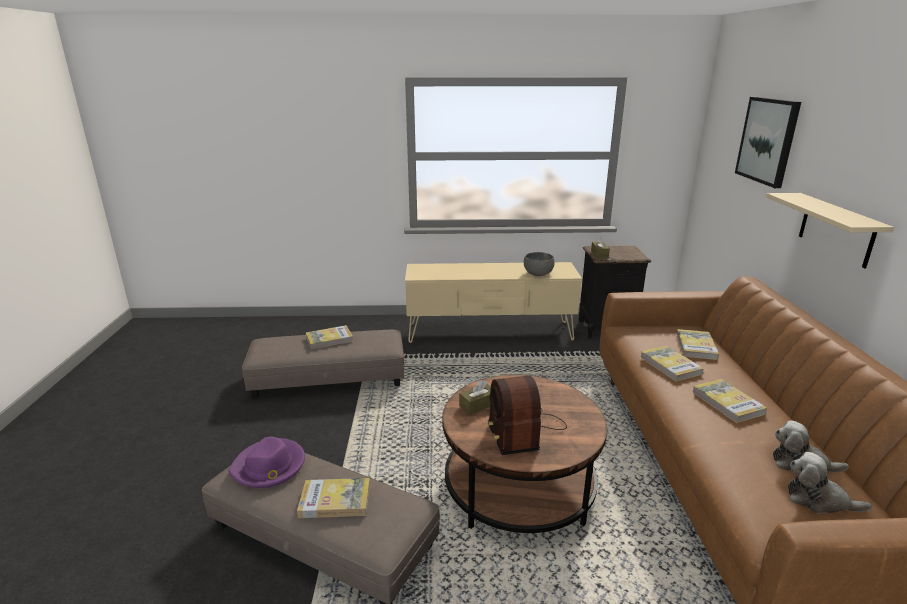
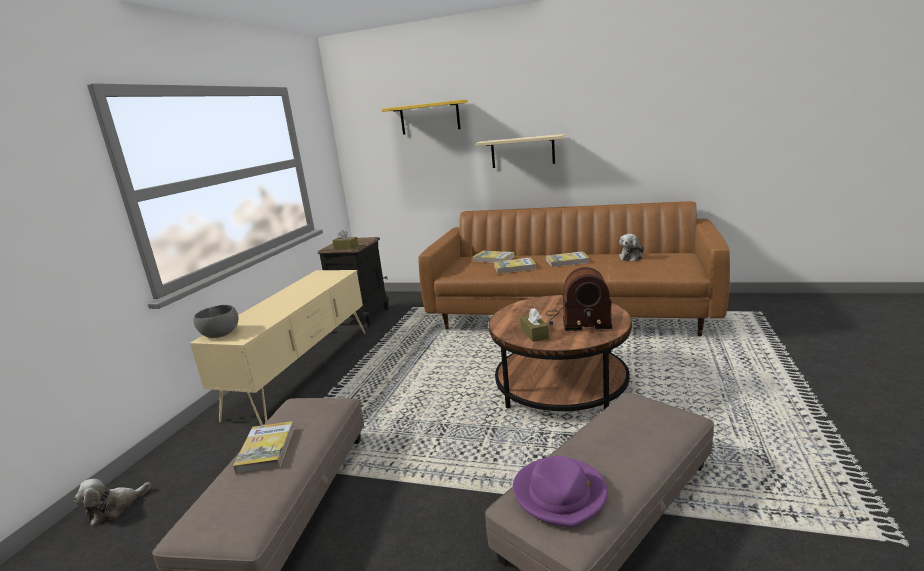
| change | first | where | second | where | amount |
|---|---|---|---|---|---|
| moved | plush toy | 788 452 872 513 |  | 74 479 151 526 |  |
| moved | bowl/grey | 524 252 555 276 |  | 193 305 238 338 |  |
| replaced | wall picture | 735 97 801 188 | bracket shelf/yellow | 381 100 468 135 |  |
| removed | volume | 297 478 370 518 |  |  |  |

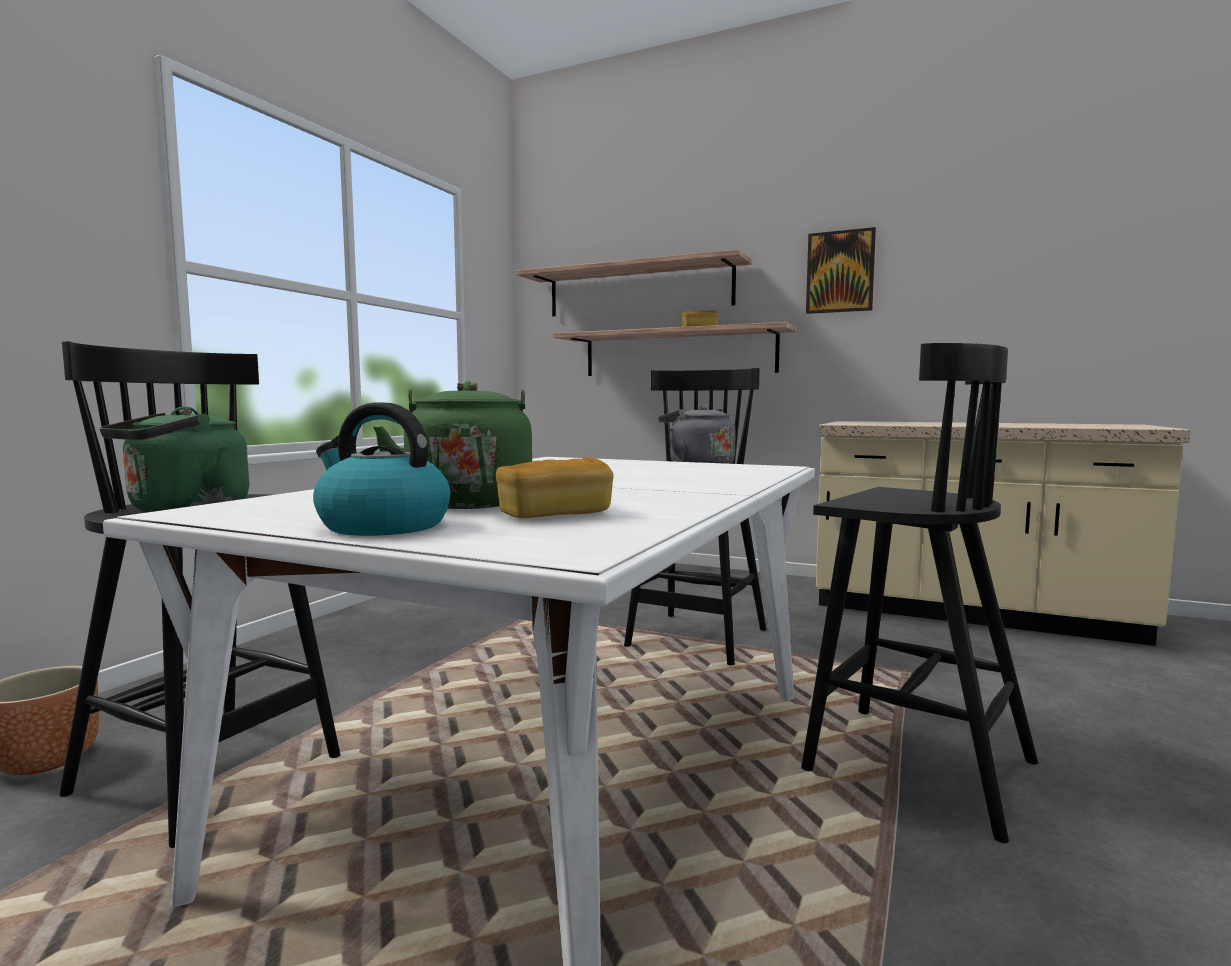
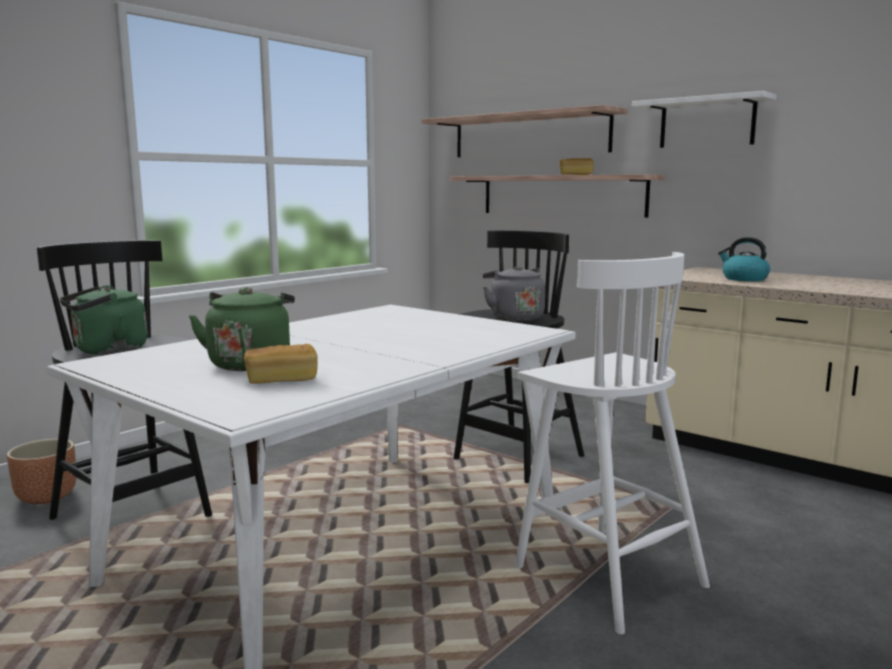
| change | first | where | second | where | amount |
|---|---|---|---|---|---|
| recoloured | sitting stool/black | 801 343 1038 843 | sitting stool/white-coloured | 515 252 710 634 |  |
| replaced | wall picture | 806 227 876 314 | bracket shelf/white-coloured | 632 91 777 148 |  |
| moved | water kettle | 313 402 450 536 |  | 718 237 770 281 |  |

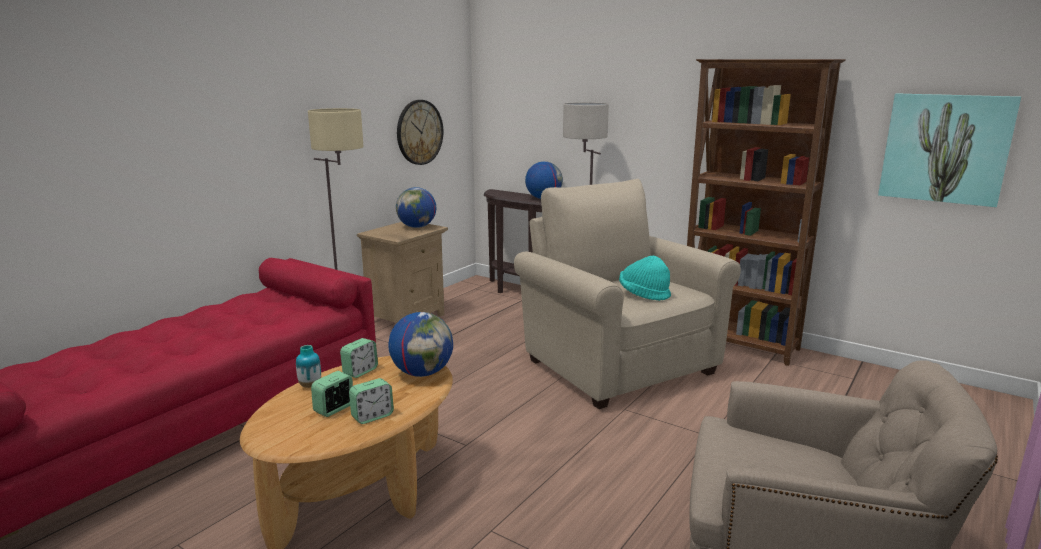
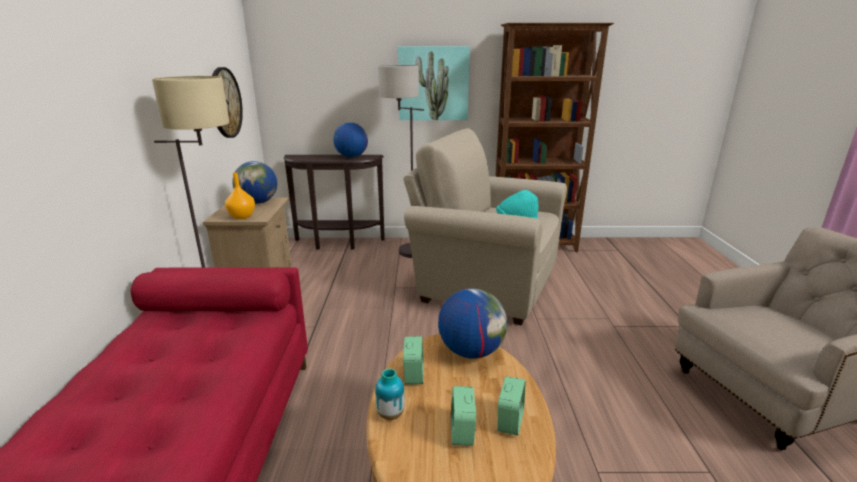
| change | first | where | second | where | amount |
|---|---|---|---|---|---|
| added |  |  | vase/orange | 225 172 255 219 |  |
| moved | wall picture | 878 93 1021 207 |  | 398 46 470 120 |  |

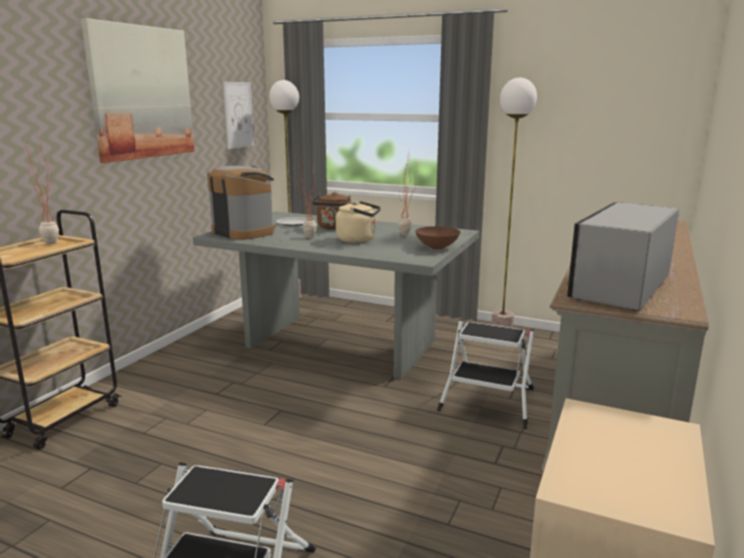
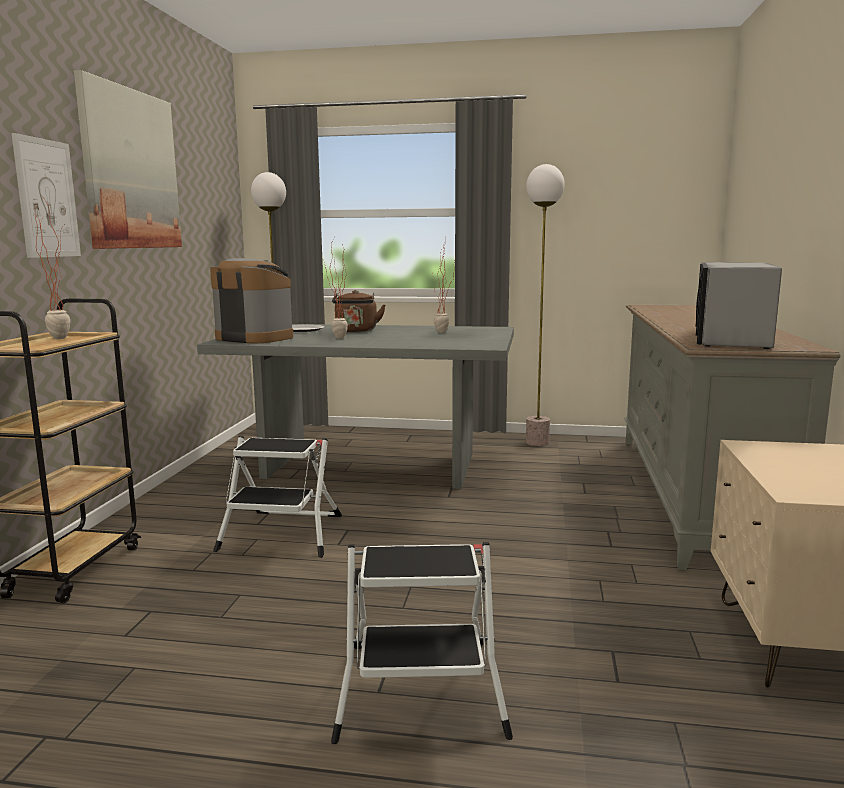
| change | first | where | second | where | amount |
|---|---|---|---|---|---|
| moved | wall picture | 223 82 254 149 |  | 12 133 81 258 |  |
| moved | stepladder | 437 319 534 429 |  | 213 436 342 558 |  |
| removed | water kettle/beige-coloured | 336 201 381 243 |  |  |  |
| removed | bowl/brown | 415 226 460 249 |  |  |  |

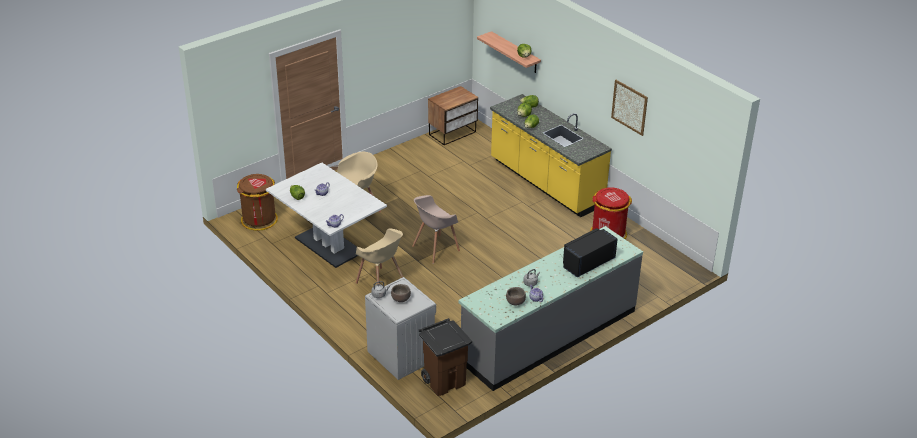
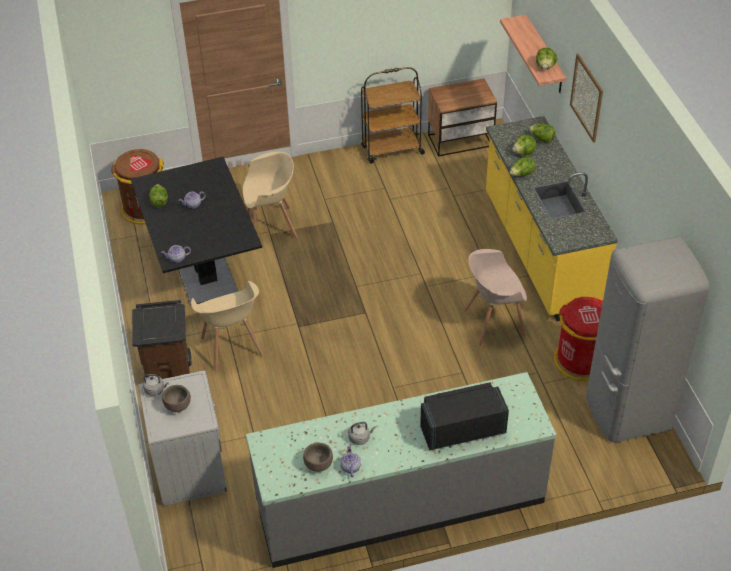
| change | first | where | second | where | amount |
|---|---|---|---|---|---|
| recoloured | kitchen table/white-coloured | 266 163 387 268 | kitchen table/black | 131 157 262 307 |  |
| moved | rubbish bin/brown | 419 318 472 396 |  | 132 300 192 379 |  |
| added |  |  | wheeled cart/brown | 361 67 425 164 |  |
| moved | chair/beige-coloured | 412 195 460 264 |  | 464 249 527 346 |  |
| moved | wall picture | 611 80 648 136 |  | 570 54 603 143 |  |
| added |  |  | kitchen fridge/grey | 586 236 709 443 |  |

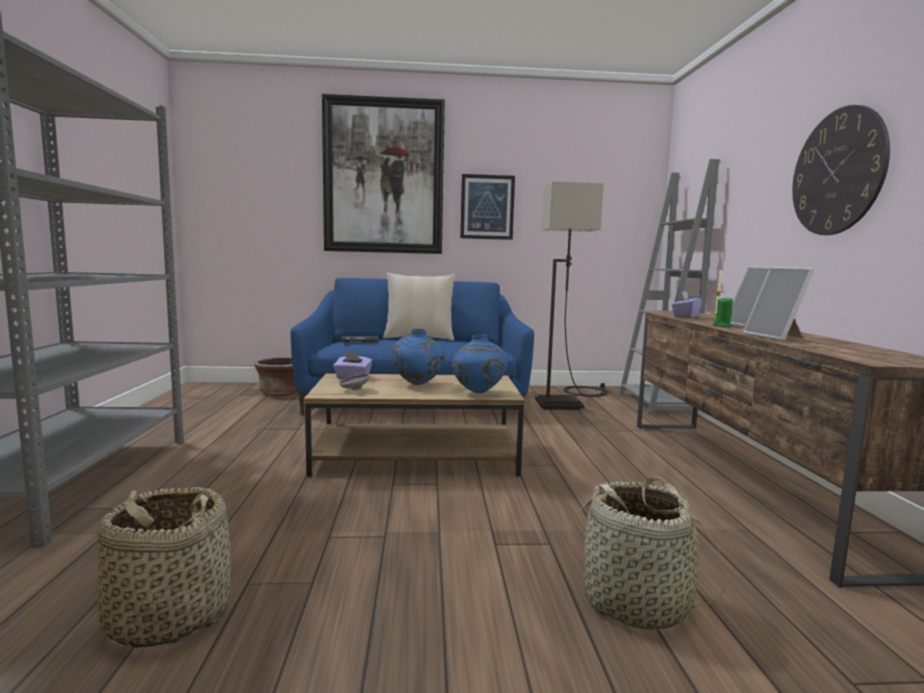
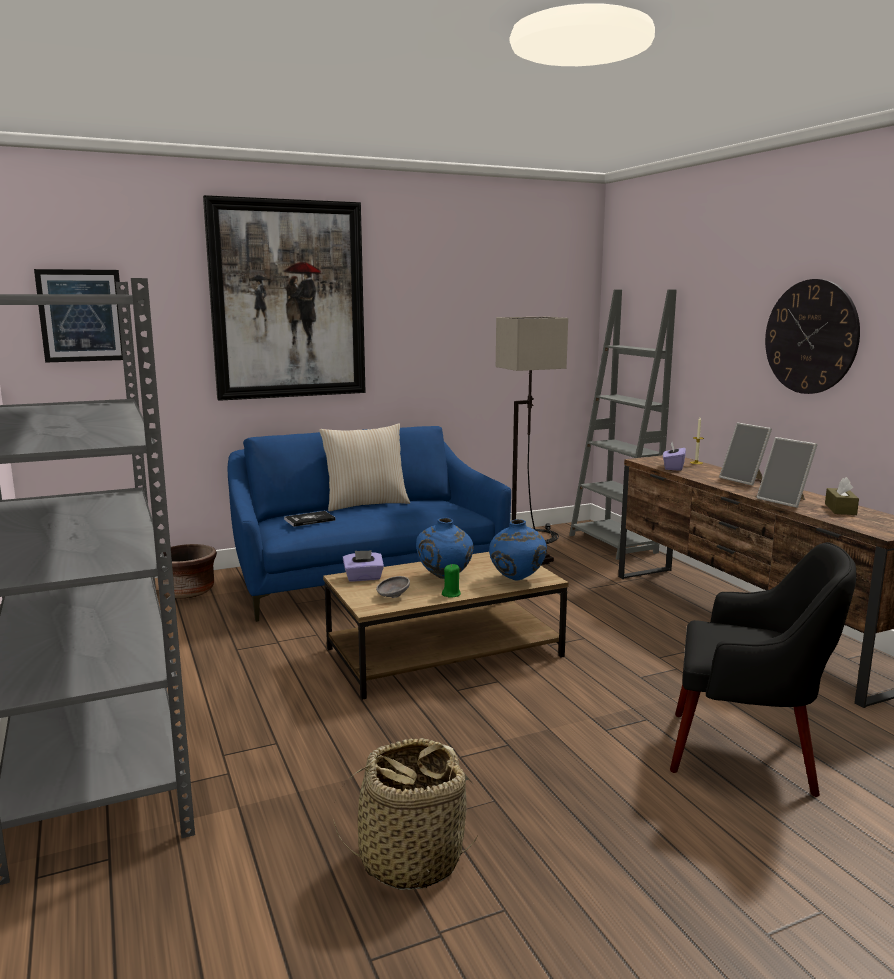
| change | first | where | second | where | amount |
|---|---|---|---|---|---|
| moved | wall picture | 460 174 515 240 |  | 34 269 127 363 |  |
| moved | candle/green | 713 296 733 327 |  | 442 564 461 598 |  |
| replaced | basket | 573 477 727 630 | easy chair/black | 670 542 856 797 |  |
| added |  |  | tissue holder/brown | 825 477 859 515 |  |

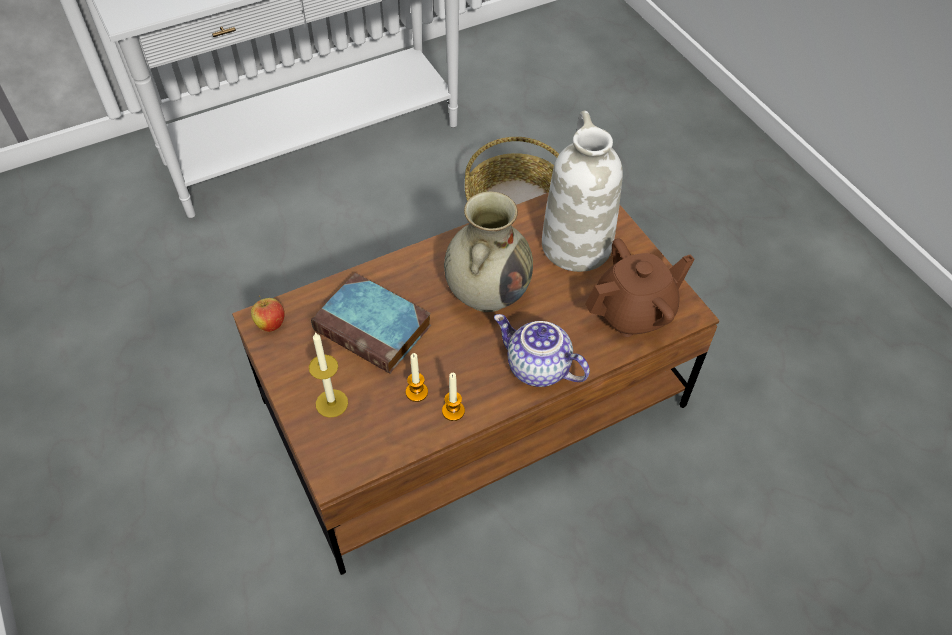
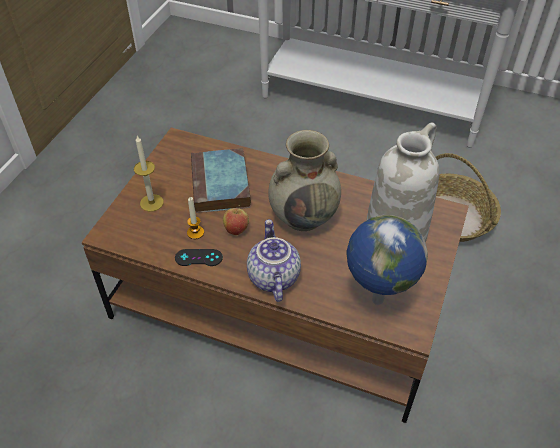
| change | first | where | second | where | amount |
|---|---|---|---|---|---|
| replaced | candle | 442 373 465 421 | gamepad/black | 175 249 223 266 |  |
| moved | apple | 251 296 285 332 |  | 223 205 249 235 |  |
| replaced | tea pot/brown | 585 238 694 337 | world globe | 347 215 428 305 |  |

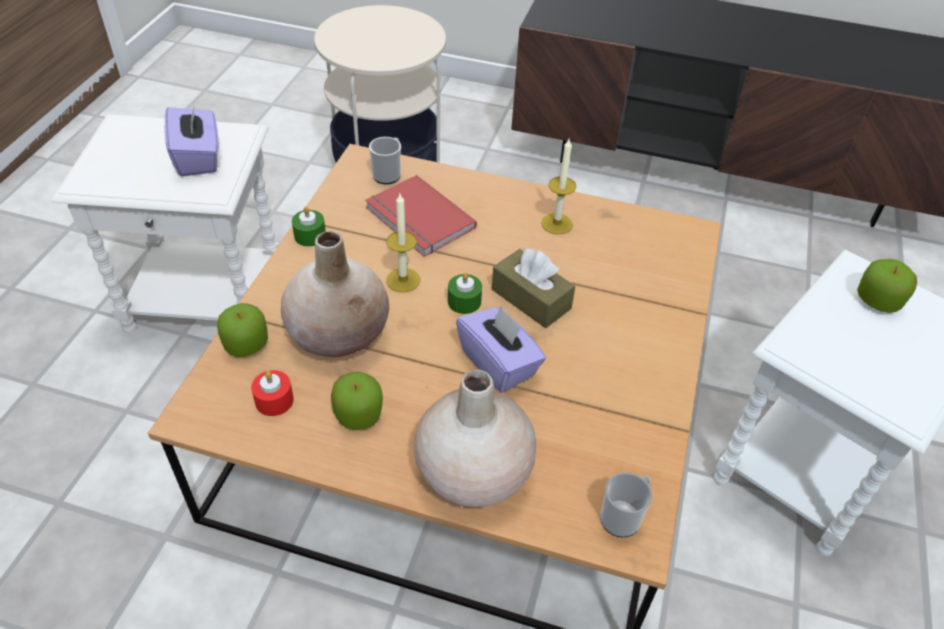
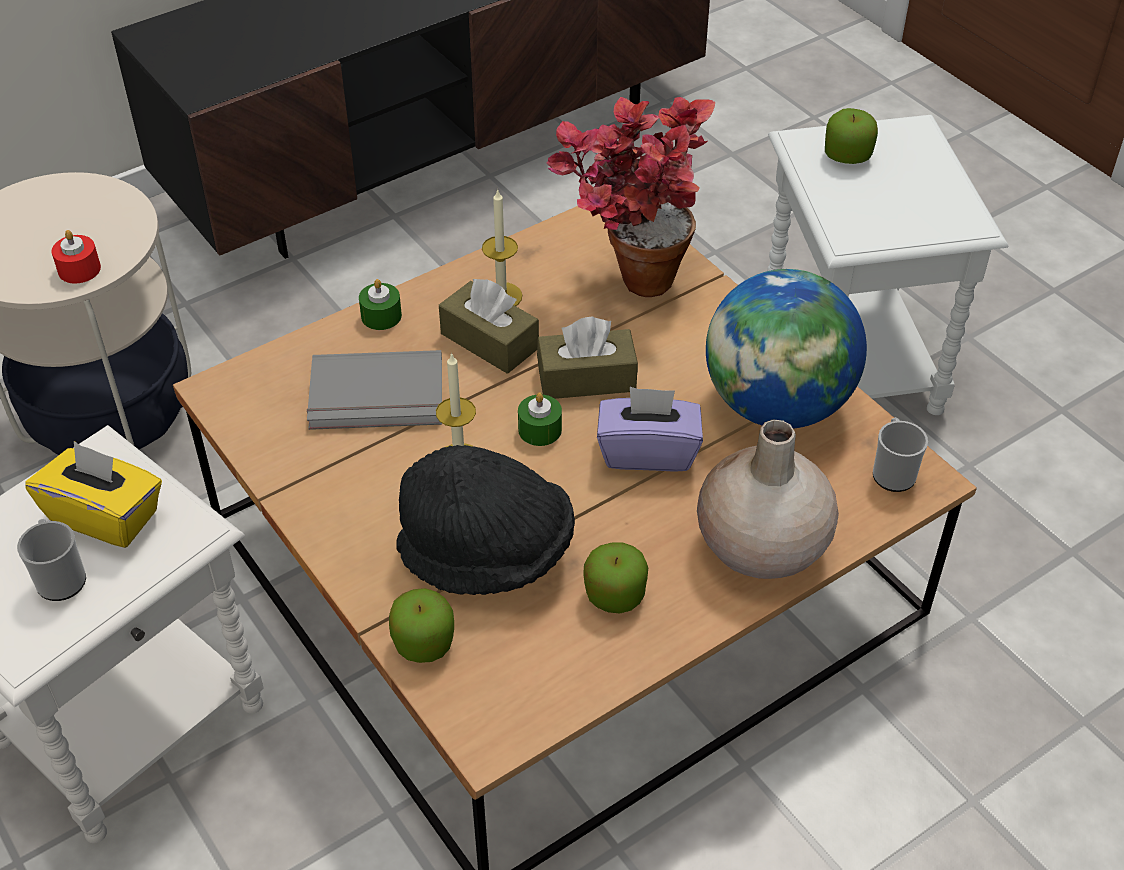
| change | first | where | second | where | amount |
|---|---|---|---|---|---|
| moved | coffee mug | 369 137 401 184 |  | 17 518 86 601 |  |
| recoloured | tissue holder/purple | 165 102 219 177 | tissue holder/yellow | 26 441 162 548 |  |
| moved | candle/red | 251 370 294 416 |  | 51 230 101 284 |  |
| recoloured | volume/red | 365 175 477 257 | volume/grey | 307 350 442 430 |  |
| moved | candle/green | 292 206 326 247 |  | 359 279 402 330 |  |
| replaced | vase/beige-coloured | 281 231 389 357 | clothing hat/black | 397 445 575 595 |  |
| added |  |  | tissue holder/brown | 439 279 539 374 |  |
| added |  |  | potted plant | 546 97 715 297 |  |
| added |  |  | world globe | 706 269 867 429 |  |

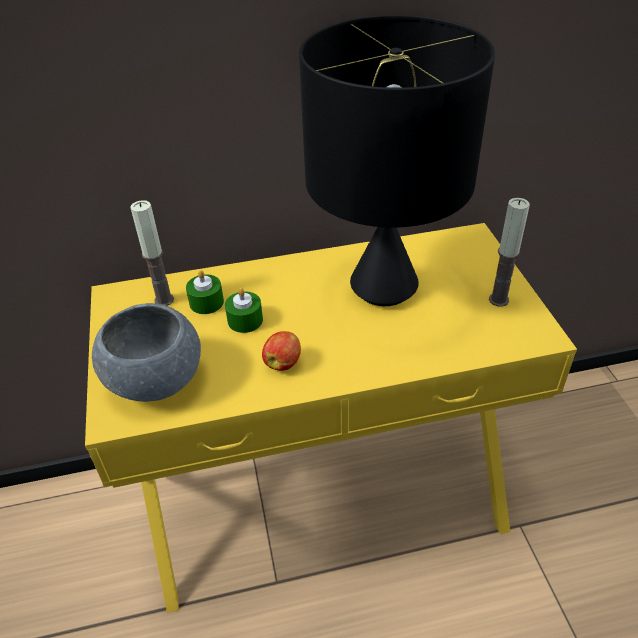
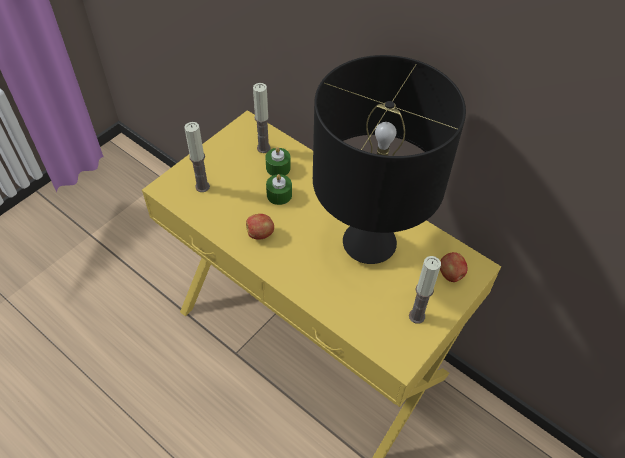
| change | first | where | second | where | amount |
|---|---|---|---|---|---|
| replaced | bowl/grey | 92 303 201 402 | candle | 185 122 210 192 |  |
| added |  |  | apple | 440 252 467 282 |  |

